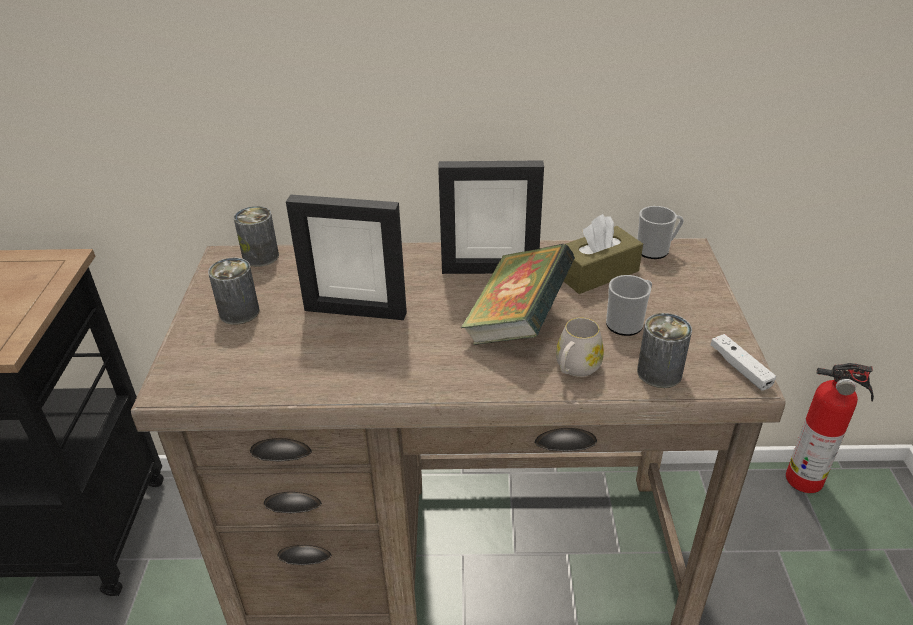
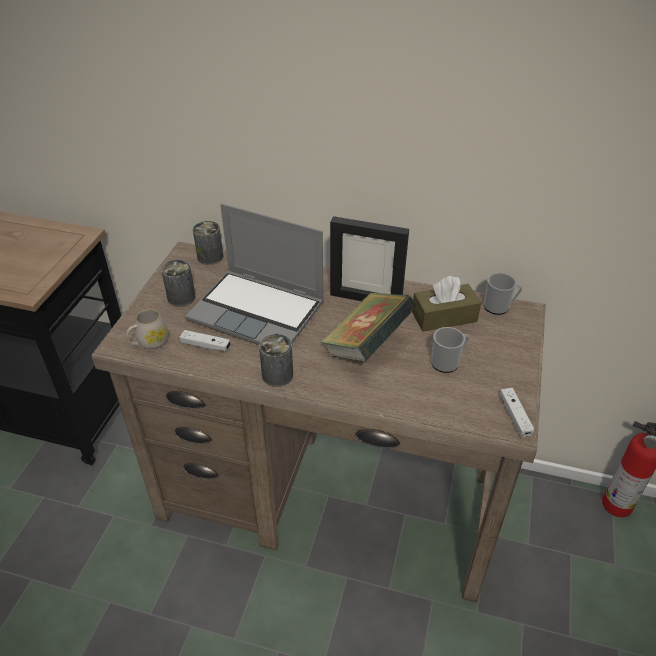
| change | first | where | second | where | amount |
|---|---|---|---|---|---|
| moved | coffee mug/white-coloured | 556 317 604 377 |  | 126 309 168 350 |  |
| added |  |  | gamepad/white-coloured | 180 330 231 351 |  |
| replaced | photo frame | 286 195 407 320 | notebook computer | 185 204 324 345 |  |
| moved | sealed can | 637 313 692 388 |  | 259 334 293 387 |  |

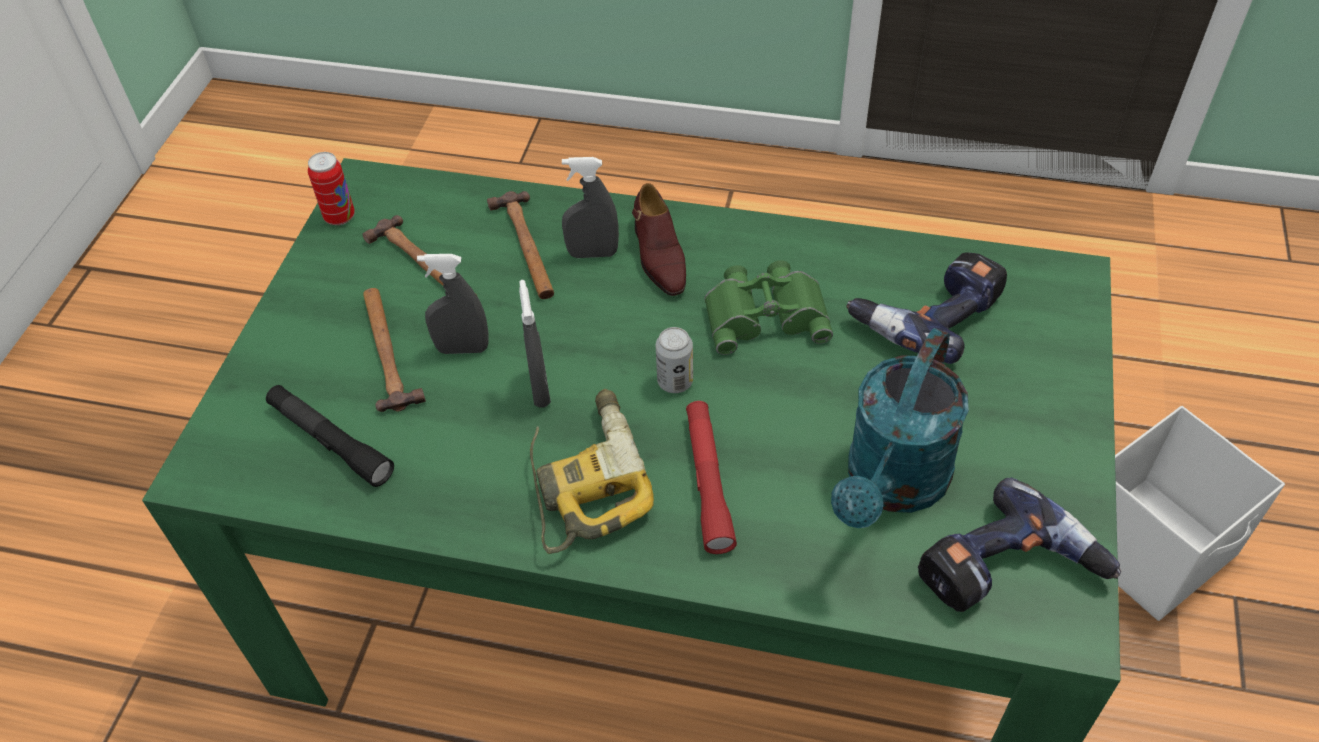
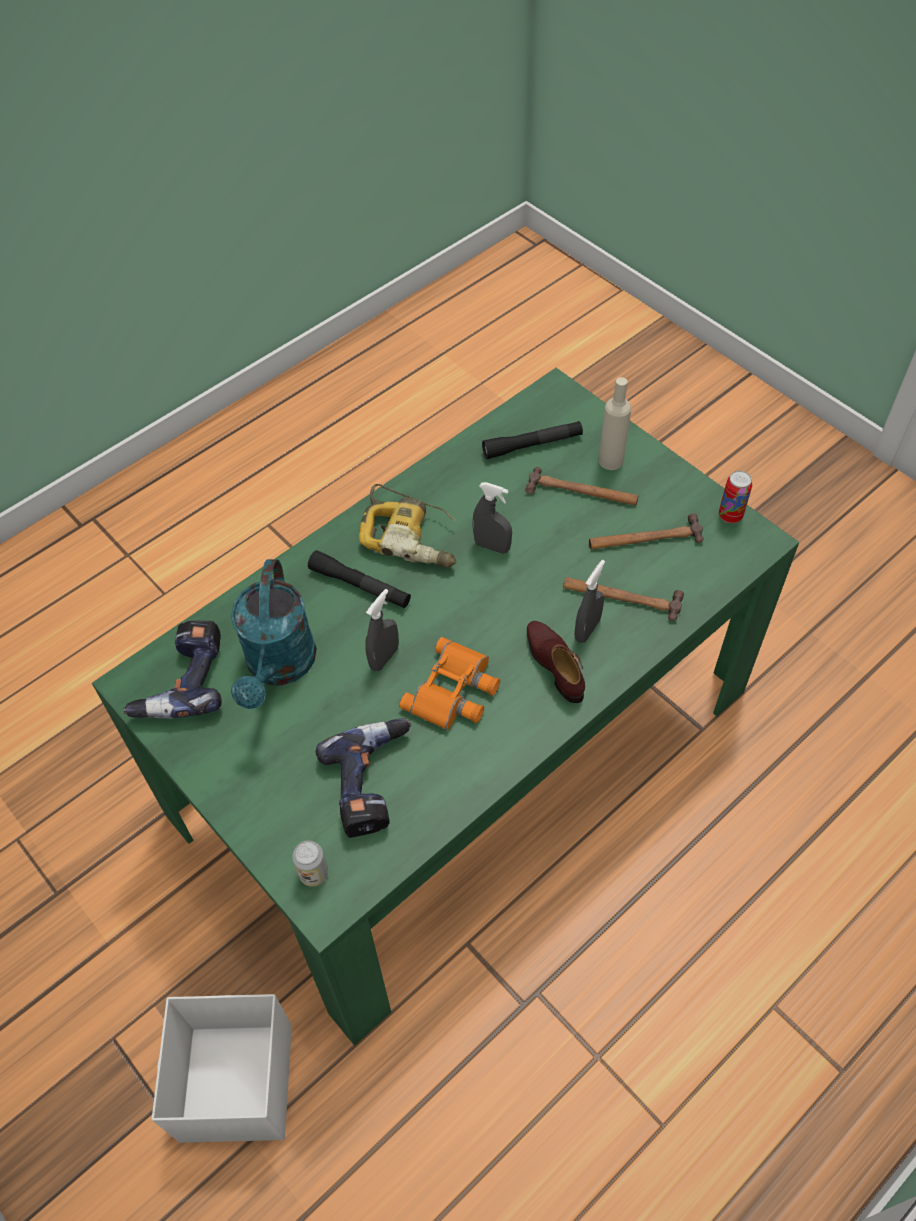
| change | first | where | second | where | amount |
|---|---|---|---|---|---|
| turned | sprinkling can/turquoise-coloured | 831 328 969 528 |  | 231 559 317 709 | 150 degrees counterclockwise |
| moved | sealed can | 656 327 693 393 |  | 292 841 328 887 |  |
| recoloured | hand torch/red | 686 401 737 554 | hand torch/black | 308 550 411 608 |  |
| moved | hand sprayer/grey | 417 254 489 354 |  | 365 589 399 671 |  |
| recoloured | field glasses/green | 705 260 833 355 | field glasses/orange | 399 637 500 730 |  |
| turned | low shoe/brown | 632 183 686 296 |  | 527 621 585 703 | 45 degrees clockwise |
| added |  |  | beverage bottle/beige-coloured | 599 377 631 470 |  |

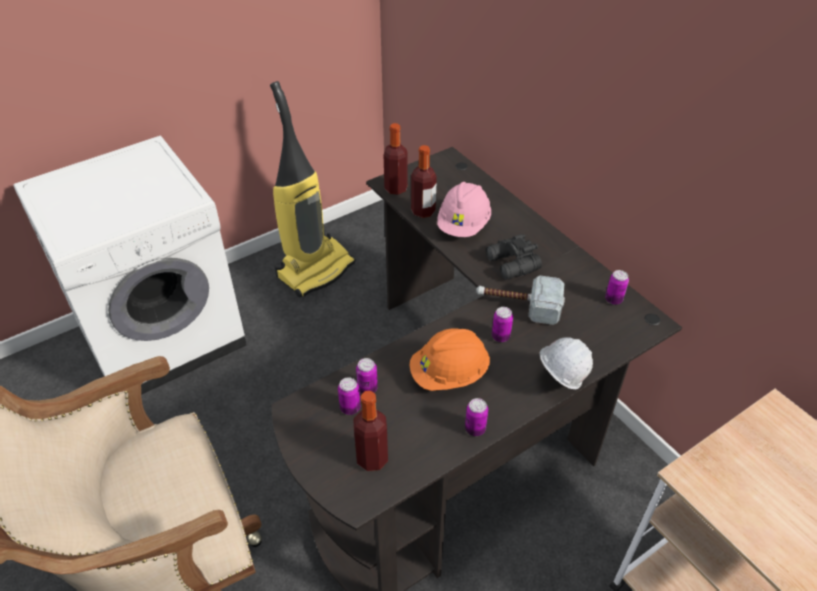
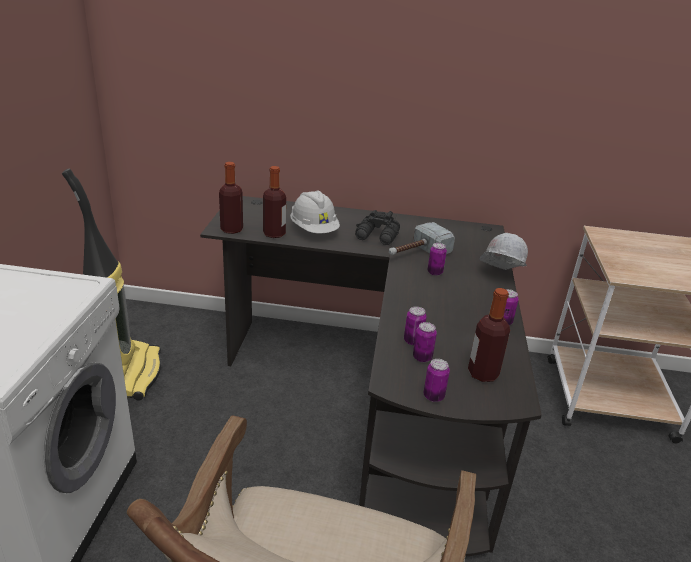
| change | first | where | second | where | amount |
|---|---|---|---|---|---|
| recoloured | hard hat/pinkish | 437 182 491 237 | hard hat/white-coloured | 290 191 340 233 |  |
| moved | sealed can | 605 270 629 305 |  | 423 359 450 402 |  |
| removed | hard hat/orange | 409 329 490 391 |  |  |  |

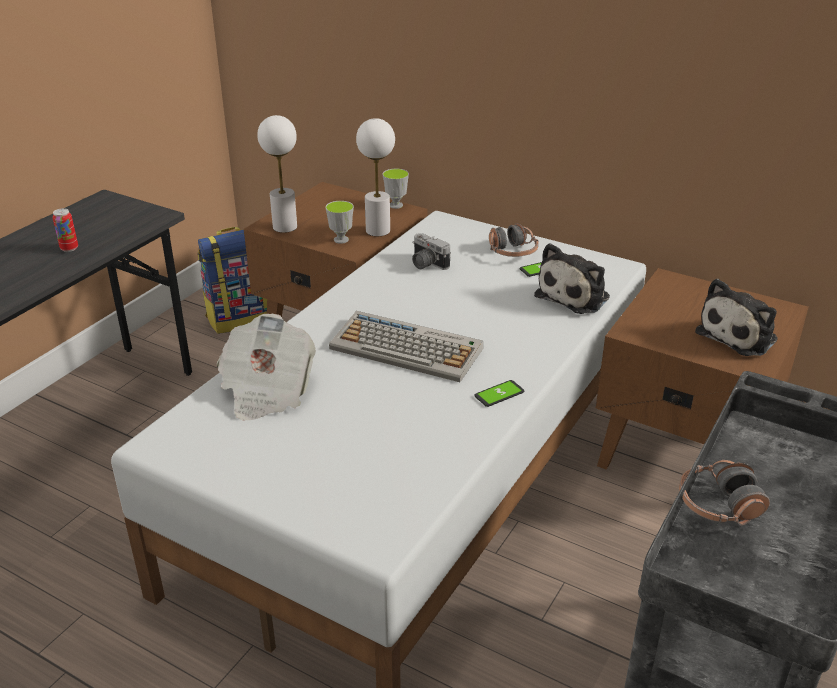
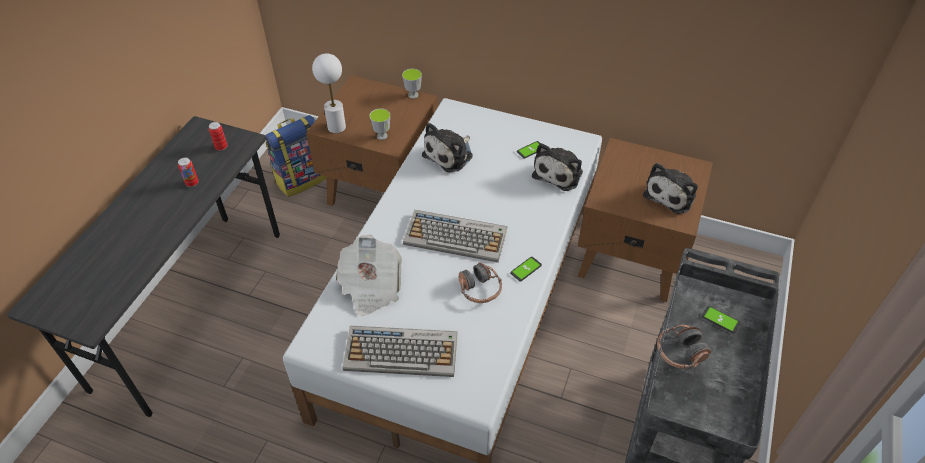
| change | first | where | second | where | amount |
|---|---|---|---|---|---|
| added |  |  | sealed can | 209 122 227 151 |  |
| added |  |  | PC keyboard | 343 325 457 377 |  |
| replaced | still camera | 412 233 451 270 | plush toy | 422 123 473 173 |  |
| moved | headset | 489 223 539 257 |  | 458 262 502 303 |  |
| added |  |  | phone | 702 306 740 333 |  |
| removed | lamp for a table/white-coloured | 356 118 395 236 |  |  |  |

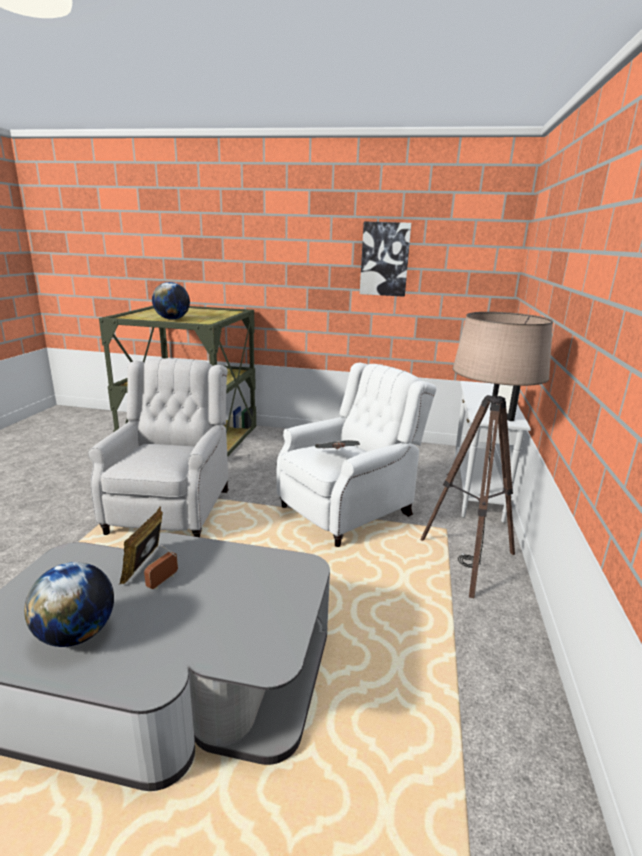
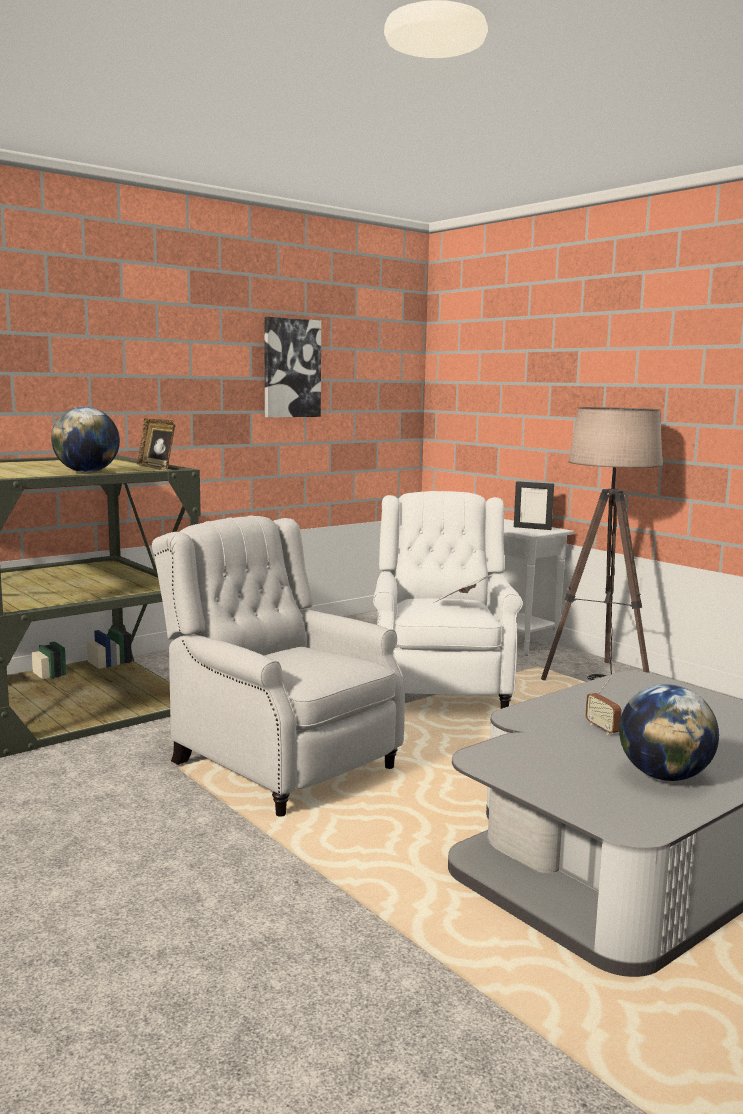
| change | first | where | second | where | amount |
|---|---|---|---|---|---|
| moved | photo frame | 120 507 163 584 |  | 137 418 175 470 |  |

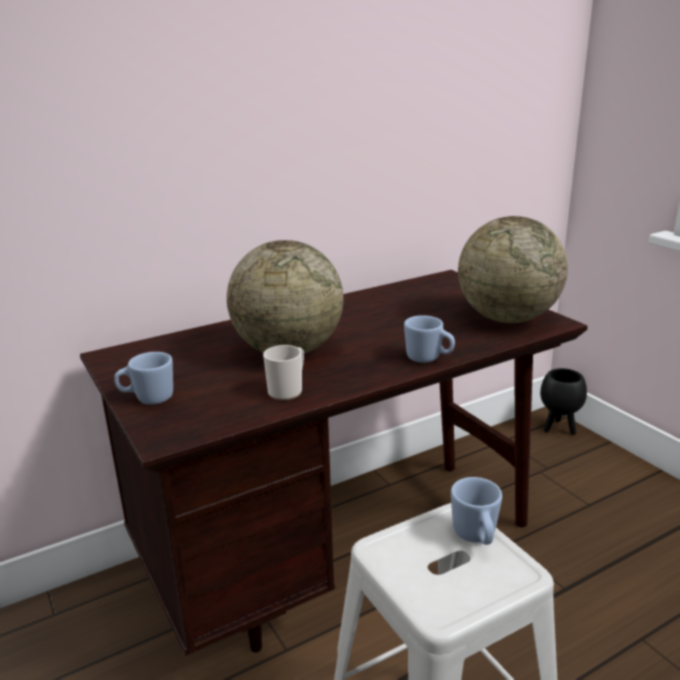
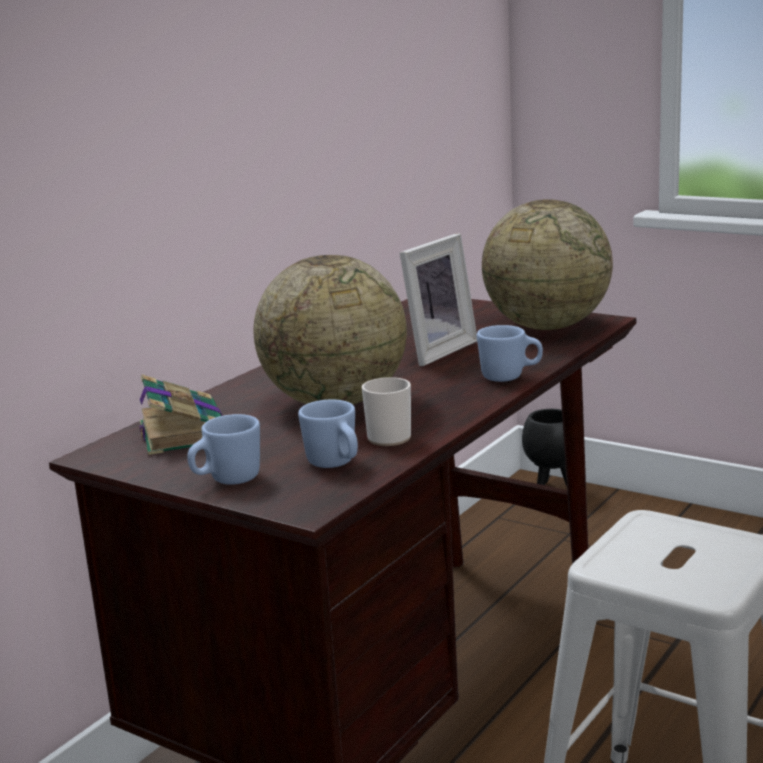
| change | first | where | second | where | amount |
|---|---|---|---|---|---|
| added |  |  | volume | 139 375 223 455 |  |
| moved | coffee mug/bluish | 451 477 502 545 |  | 298 399 358 468 |  |
| added |  |  | photo frame | 400 233 477 366 |  |

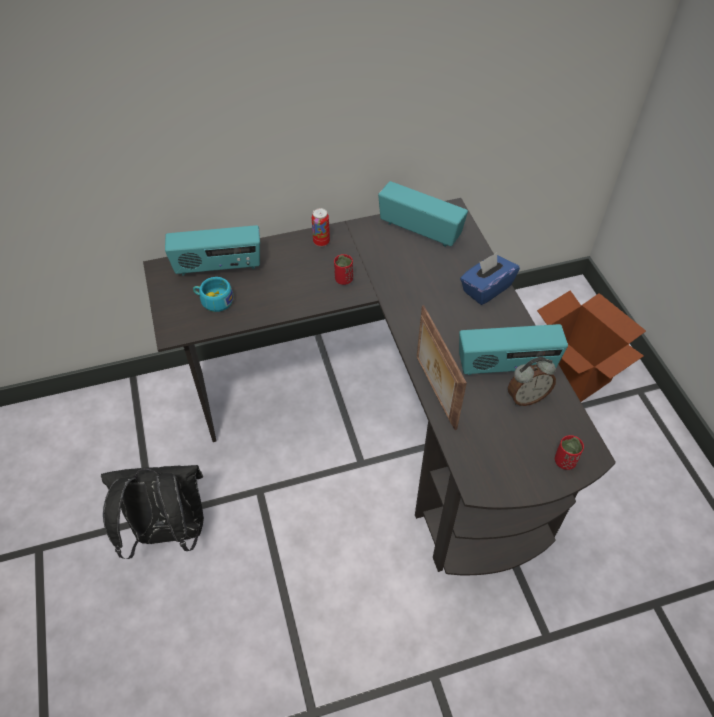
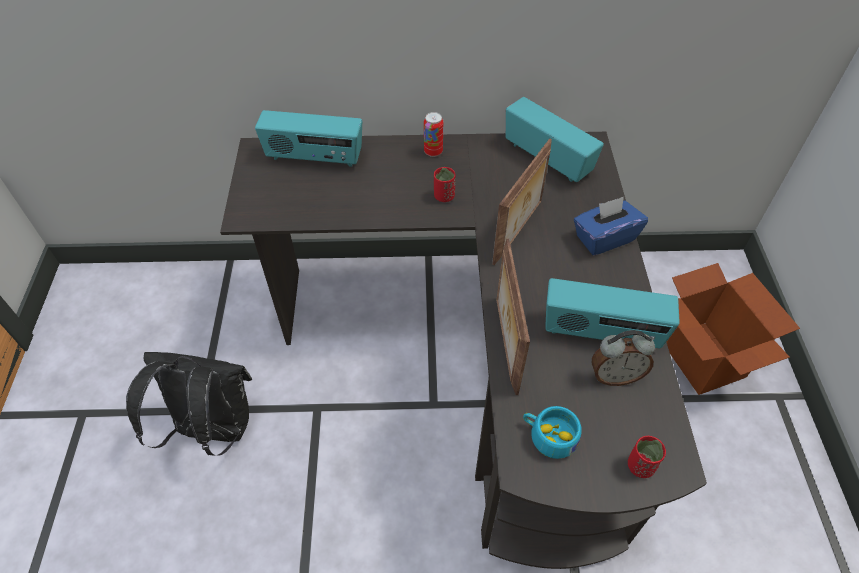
| change | first | where | second | where | amount |
|---|---|---|---|---|---|
| added |  |  | photo frame | 492 138 552 265 |  |
| moved | drinking cup/turquoise-coloured | 193 277 234 312 |  | 523 406 582 459 |  |

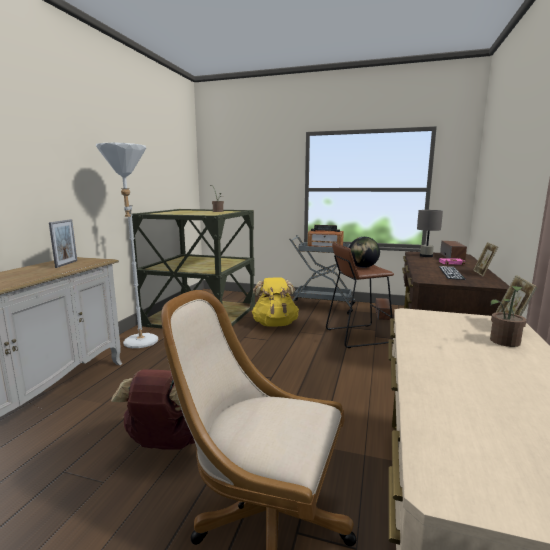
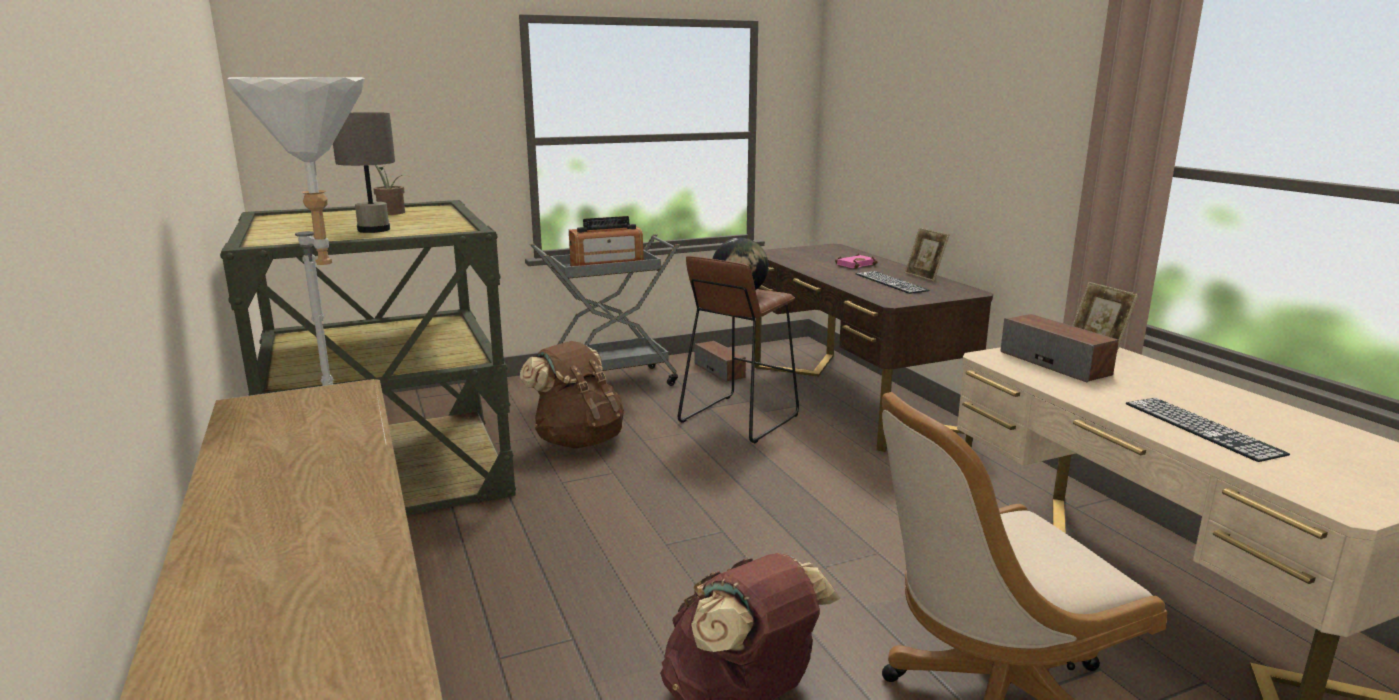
| change | first | where | second | where | amount |
|---|---|---|---|---|---|
| moved | lamp for a table/grey | 417 210 443 257 |  | 333 112 395 233 |  |
| recoloured | rucksack/yellow | 252 278 299 327 | rucksack/brown | 520 341 624 448 |  |
| moved | speaker | 440 241 467 260 |  | 1000 314 1119 382 |  |
| added |  |  | PC keyboard | 1126 398 1290 462 |  |
| removed | photo frame | 49 219 77 268 |  |  |  |
| removed | potted plant | 490 286 526 347 |  |  |  |

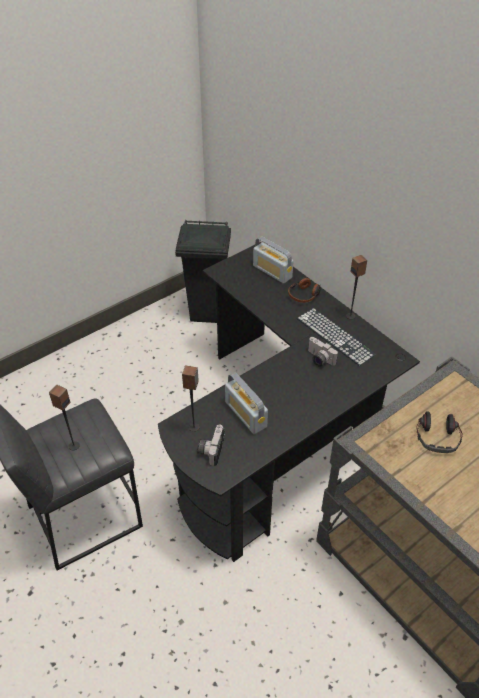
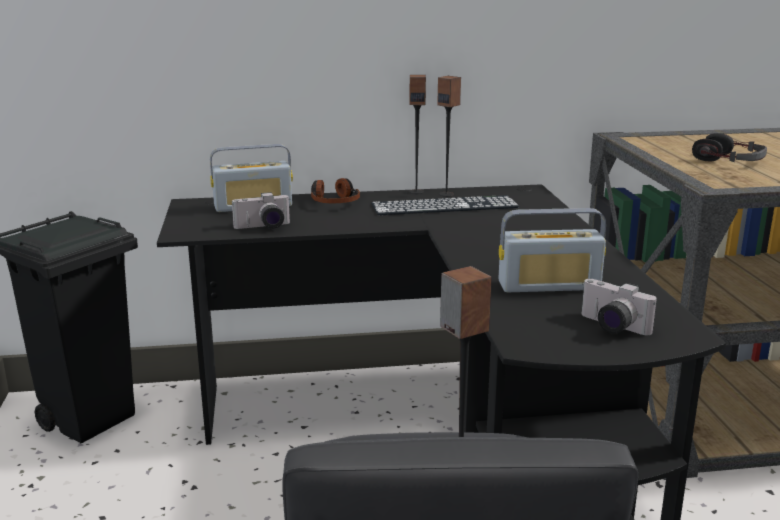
| change | first | where | second | where | amount |
|---|---|---|---|---|---|
| moved | still camera | 308 337 338 367 |  | 231 192 290 229 |  |
| moved | speaker | 182 366 200 432 |  | 437 76 461 197 |  |

